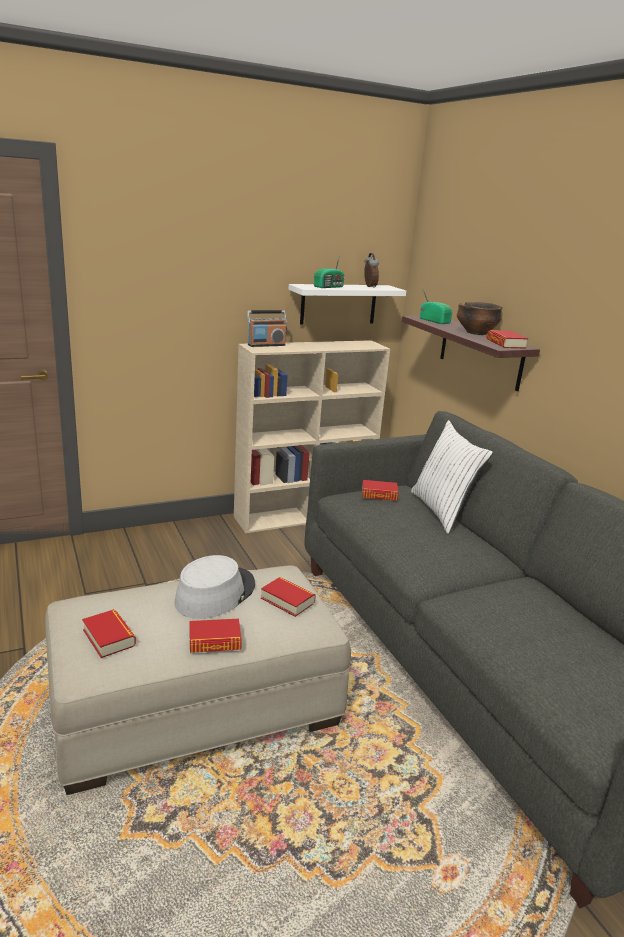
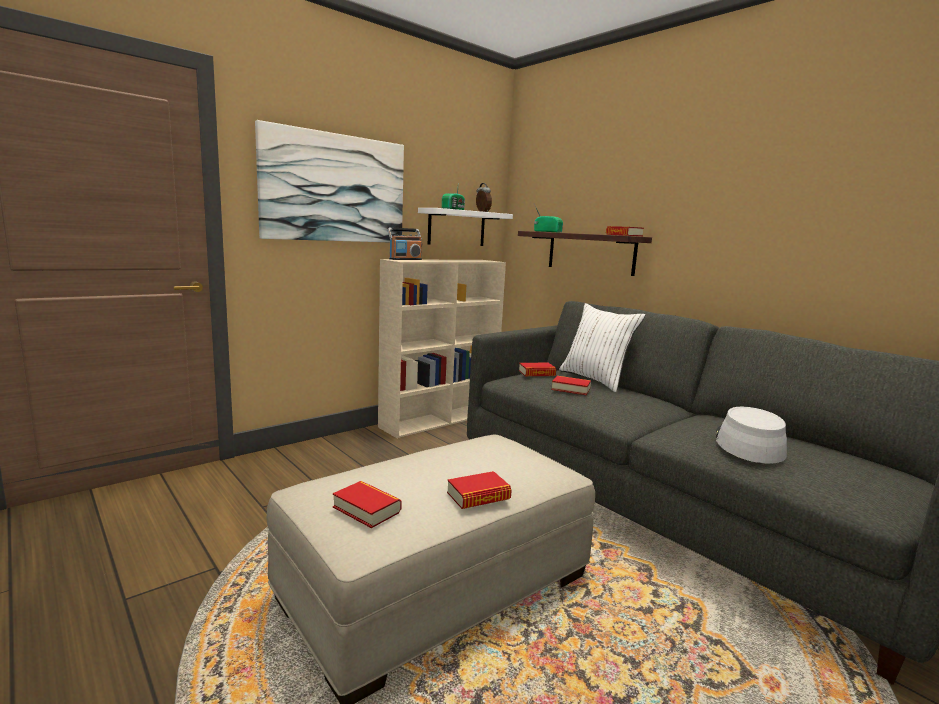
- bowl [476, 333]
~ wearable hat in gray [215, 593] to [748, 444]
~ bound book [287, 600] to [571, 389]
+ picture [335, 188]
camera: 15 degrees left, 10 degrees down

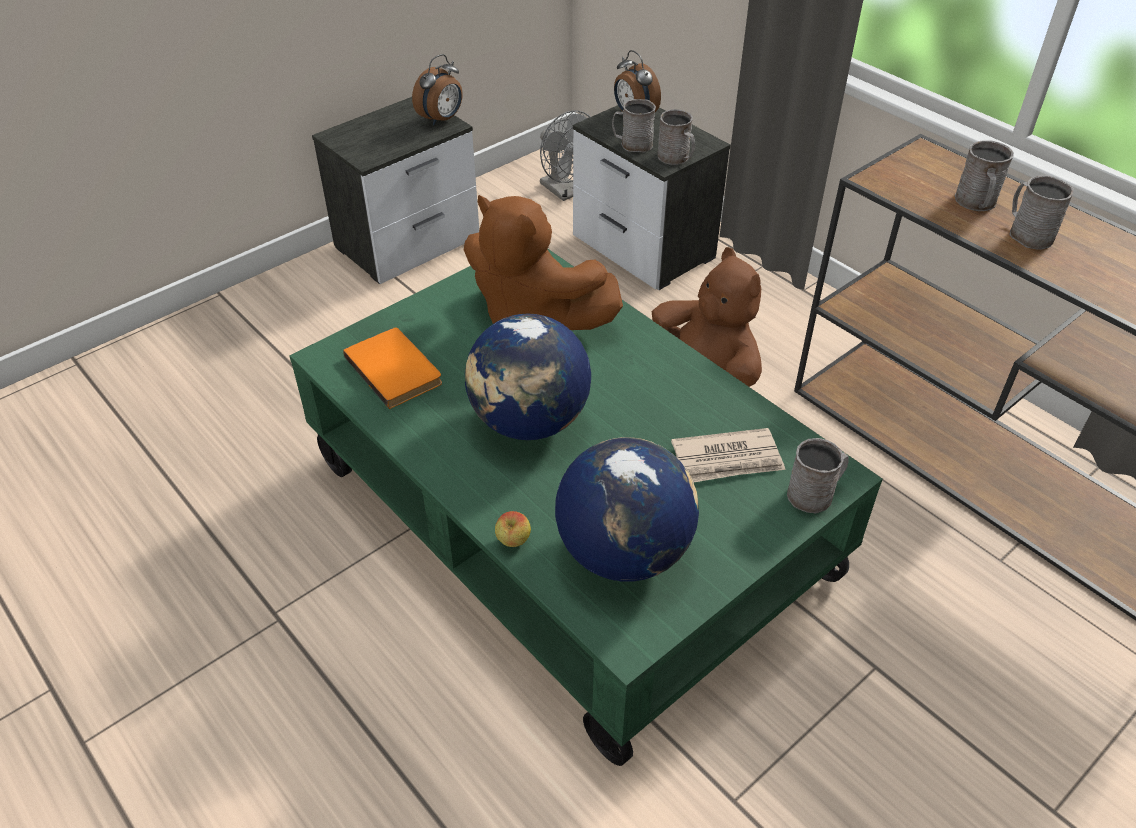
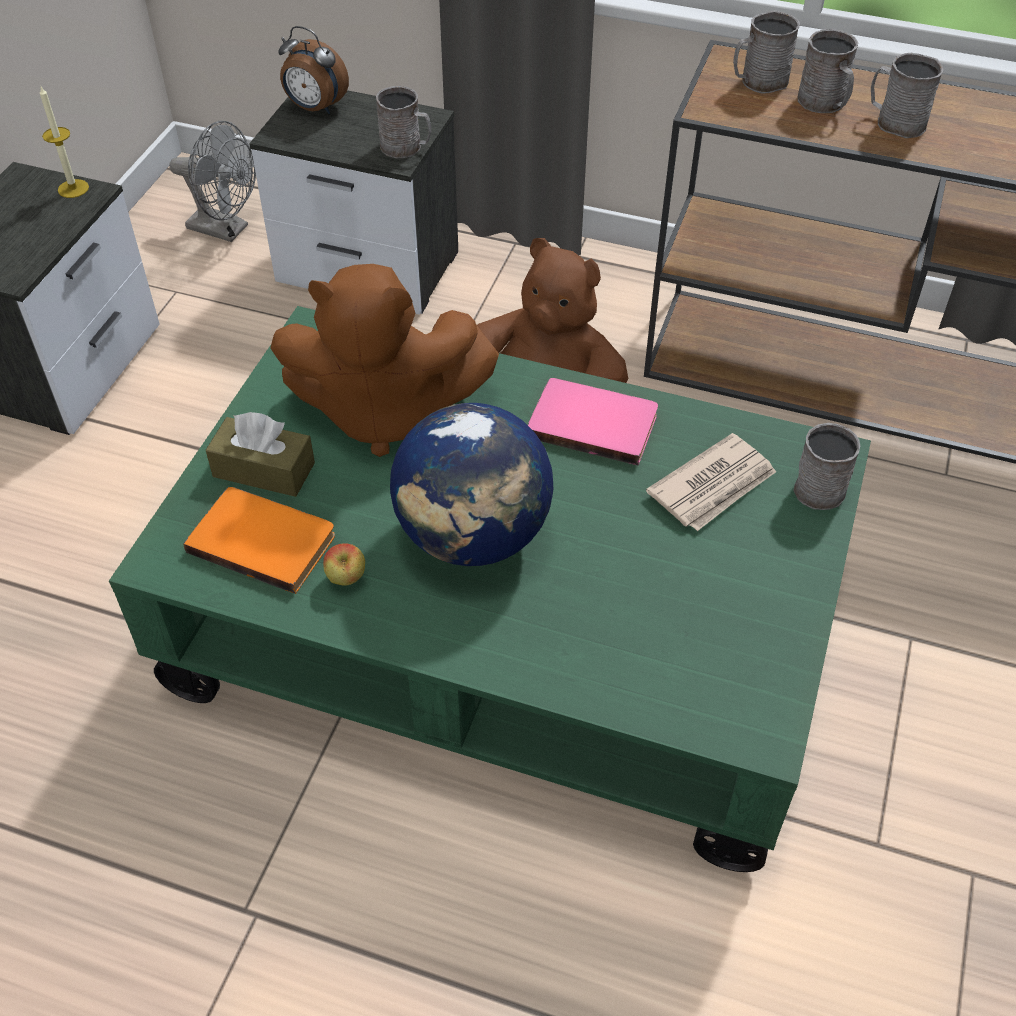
~ table clock [442, 119] to wax light [73, 188]
~ mug in gray [632, 144] to [758, 82]
- globe [624, 552]
~ whole apple [513, 542] to [346, 579]
+ bound book in pink [593, 422]
+ tissue holder in brownish [264, 470]
camera: 30 degrees left, 5 degrees up

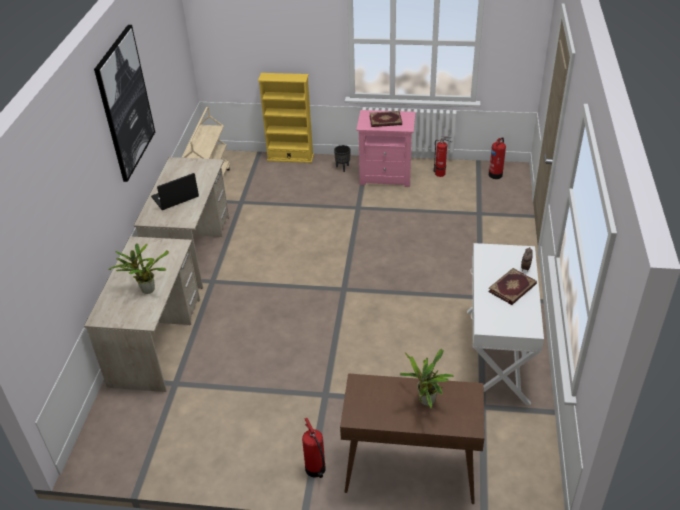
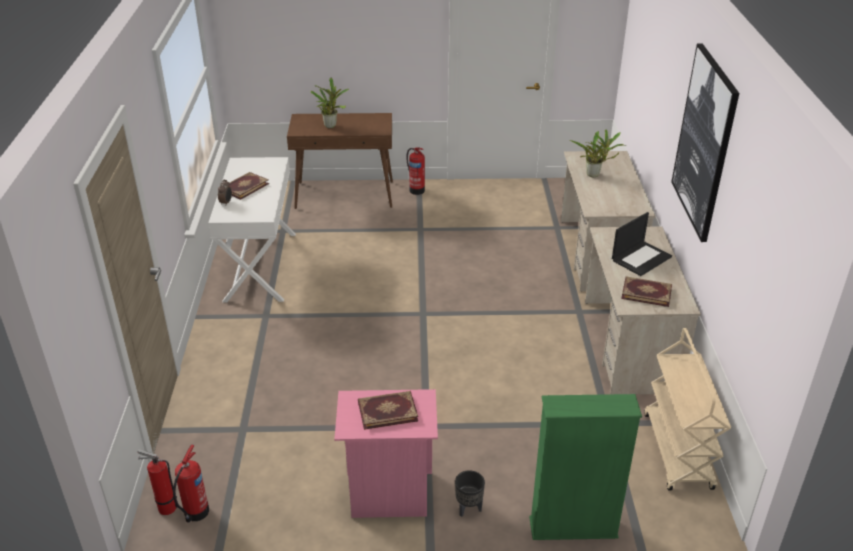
~ bookcase in yellow-coloured [290, 157] to bookcase in greenish [573, 528]
~ extinguisher [441, 174] to [165, 507]
+ bound book [646, 292]
camera: 170 degrees right, 5 degrees down

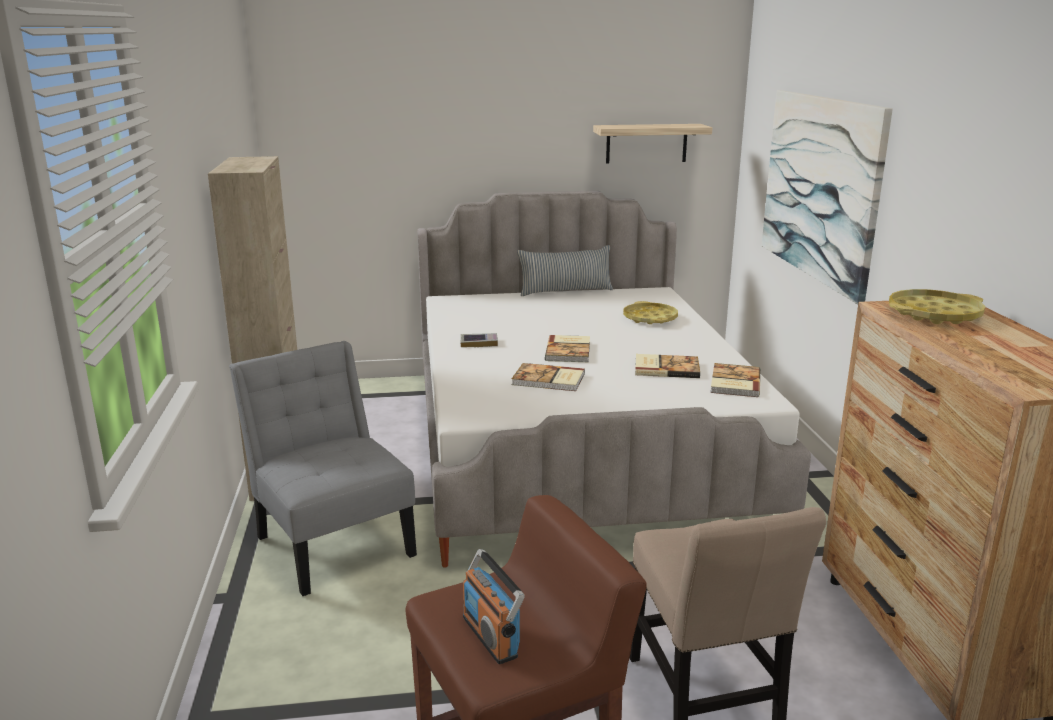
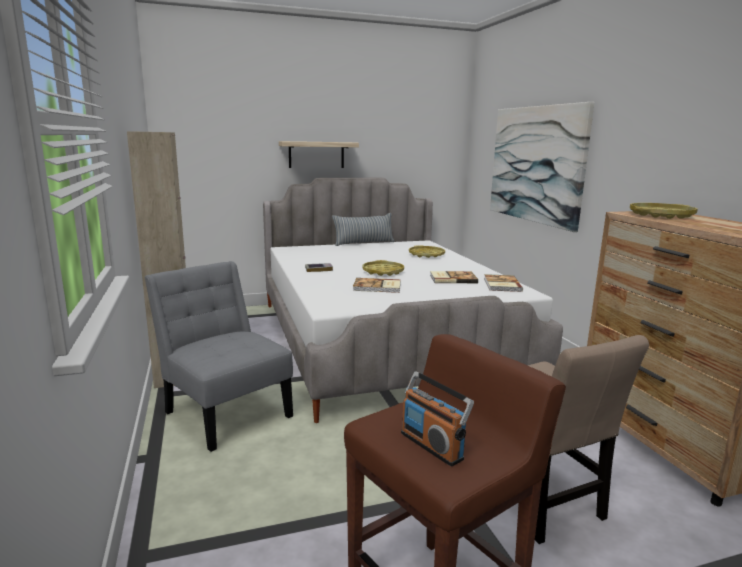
~ shelf [646, 143] to [316, 154]
~ bound book [569, 351] to carrying tray in yellow-coloured [383, 272]
camera: 10 degrees left, 5 degrees down

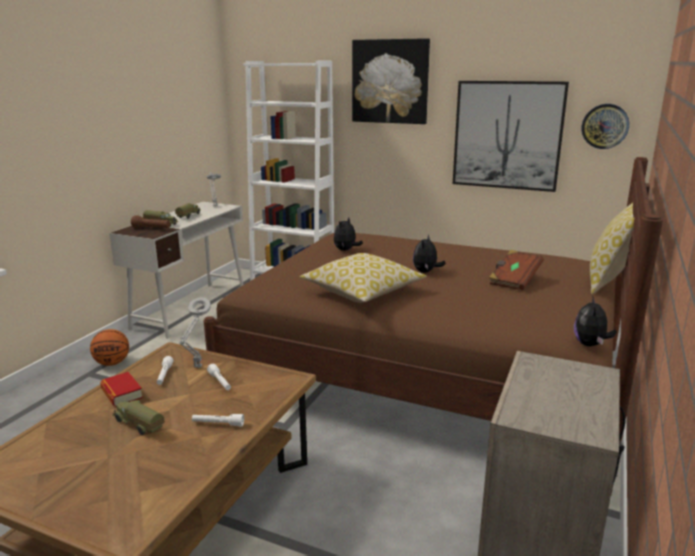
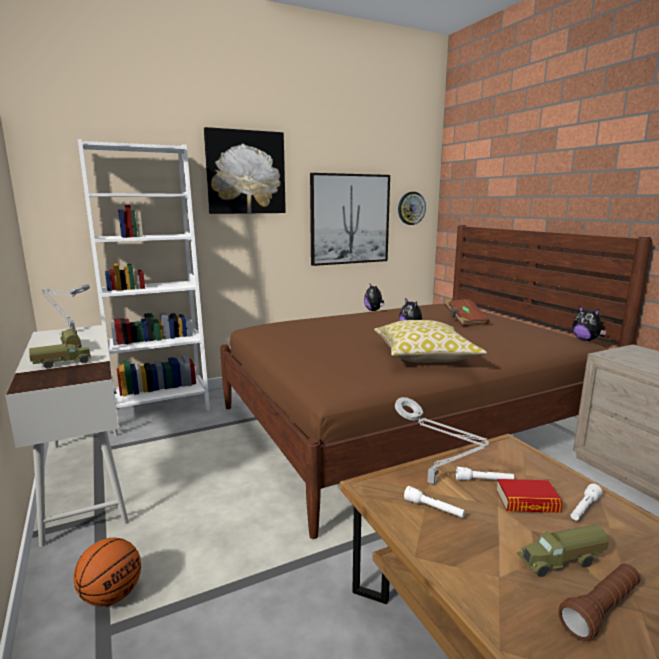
- cushion [609, 282]
~ flashlight in brownish [151, 229] to [600, 610]
~ plush toy [346, 250] to [374, 310]
~ bound book [122, 393] to [527, 502]
camera: 50 degrees left, 5 degrees down

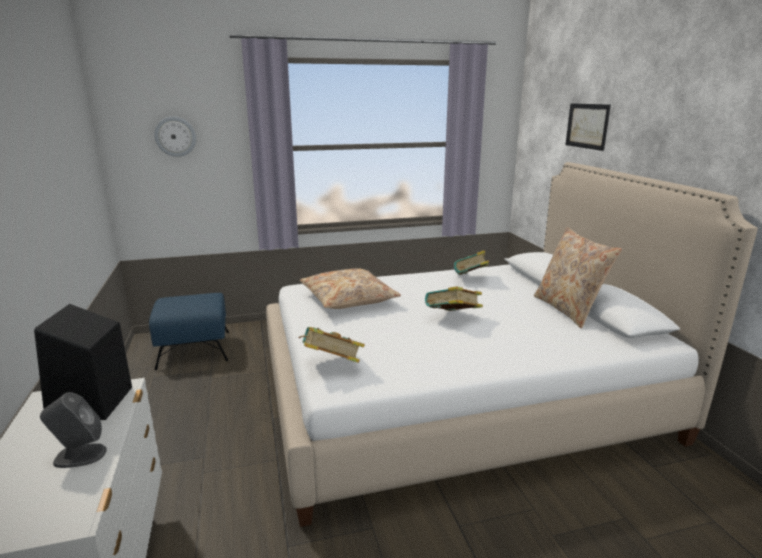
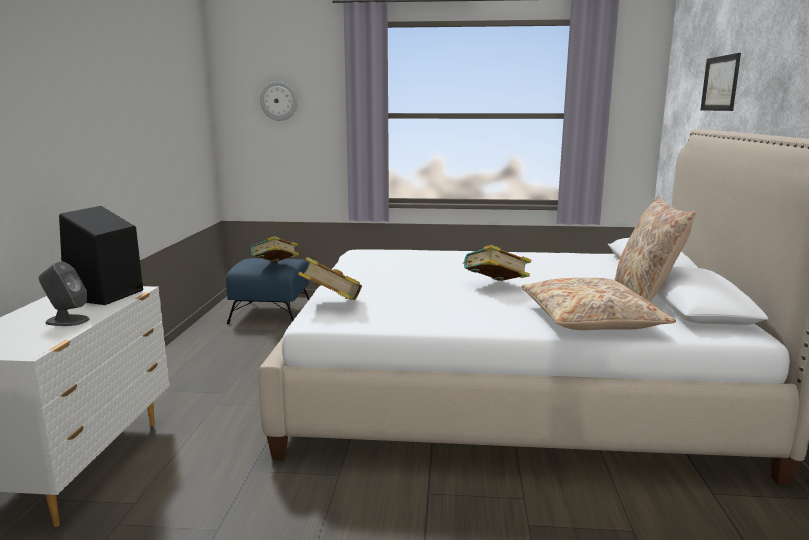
~ bound book [470, 279] to [275, 265]
~ cushion in sand-coloured [348, 299] to [590, 319]
camera: 20 degrees right, 5 degrees down

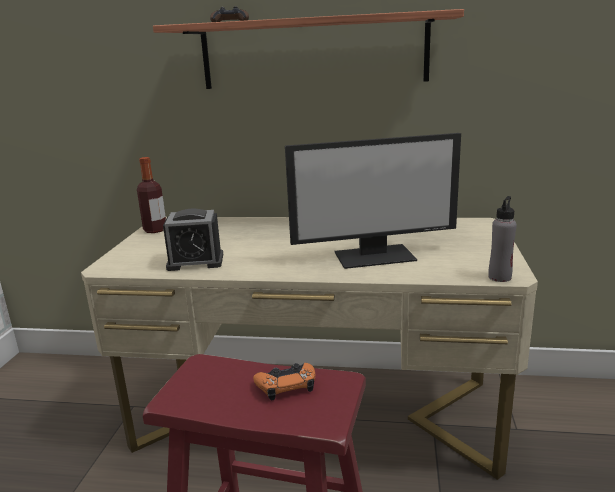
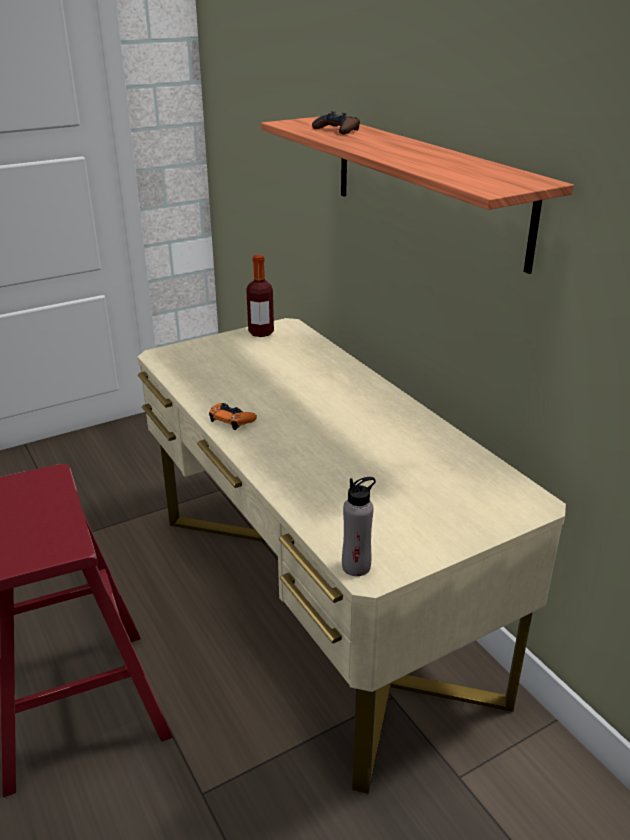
- monitor [375, 255]
- table clock [195, 261]
~ game controller in orange [286, 385] to [231, 420]
camera: 50 degrees right, 10 degrees up

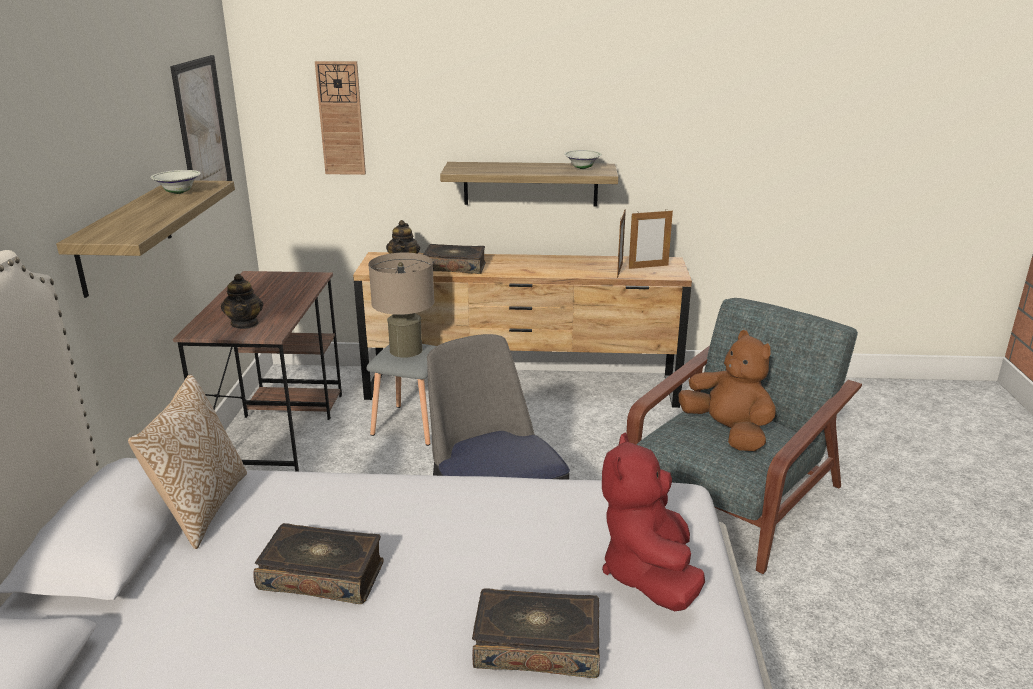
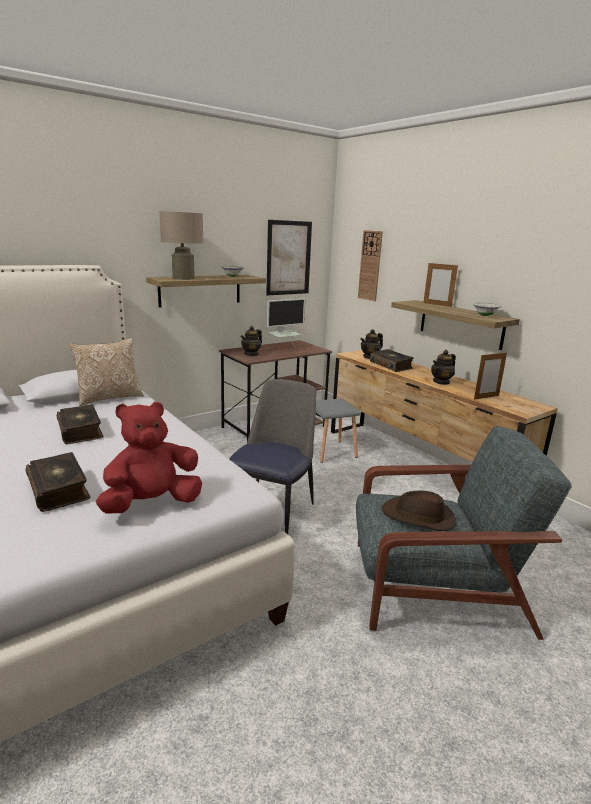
~ picture frame [648, 267] to [437, 304]
~ table lamp in sand-coloured [406, 350] to [183, 278]
~ plush toy in brownish [727, 432] to wearable hat in brownish [418, 517]
+ monitor [283, 348]
+ teapot [441, 382]
camera: 50 degrees right, 5 degrees down

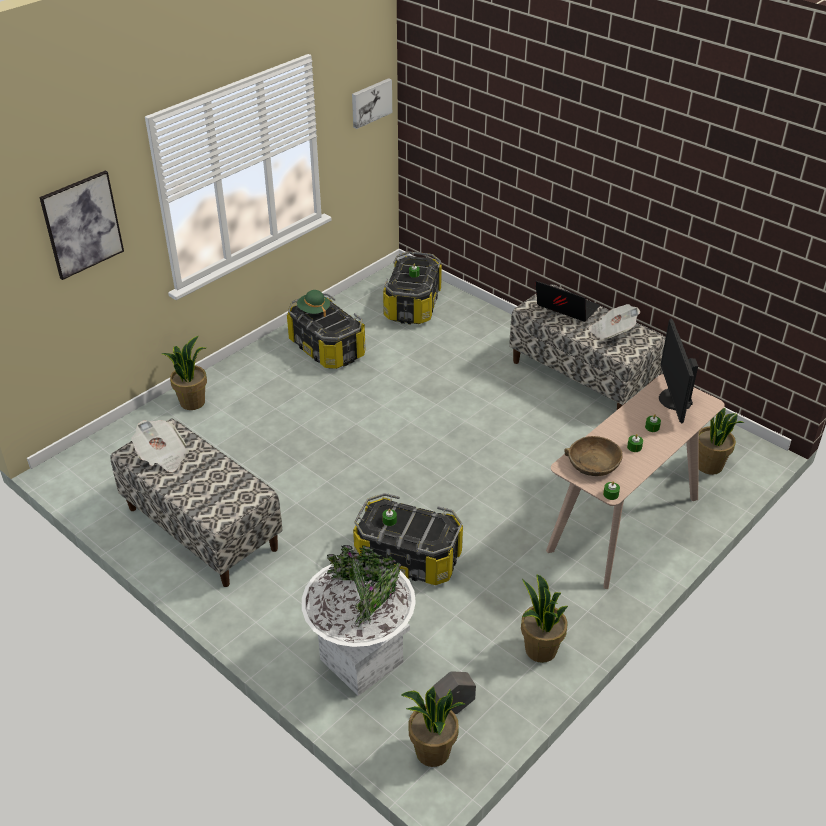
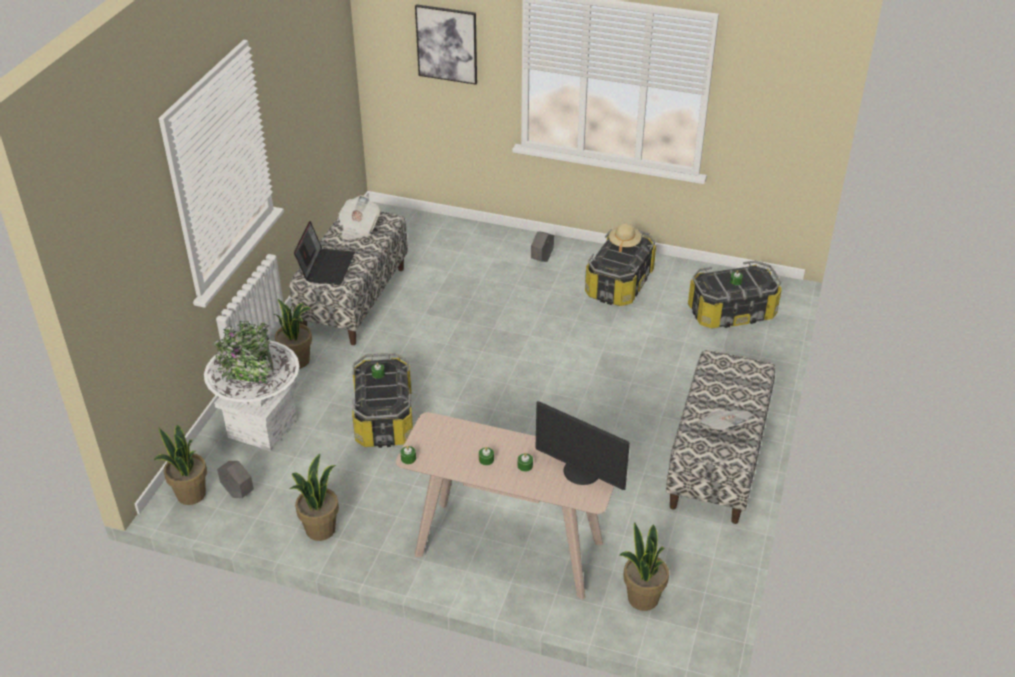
- picture [370, 102]
~ portable computer [565, 308] to [326, 266]
~ wearable hat in greenish [314, 310] to wearable hat in sand-coloured [624, 243]
~ monitor [673, 399] = [581, 472] 120 degrees counterclockwise
~ houseplant [192, 402] to [297, 360]
- bowl in brownish [593, 463]
+ planter in gray [542, 259]
camera: 65 degrees right, 0 degrees up

